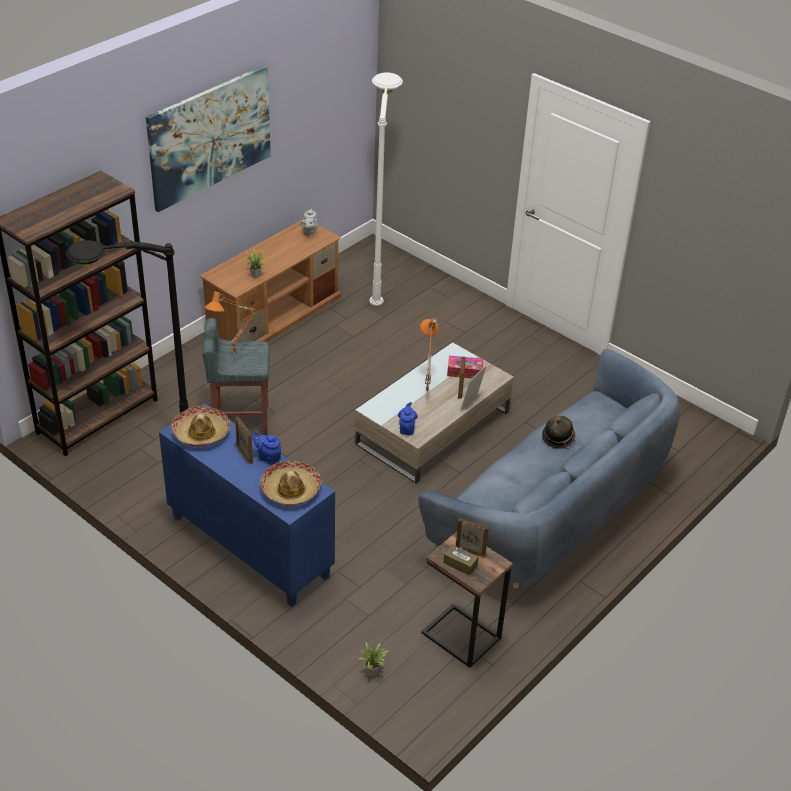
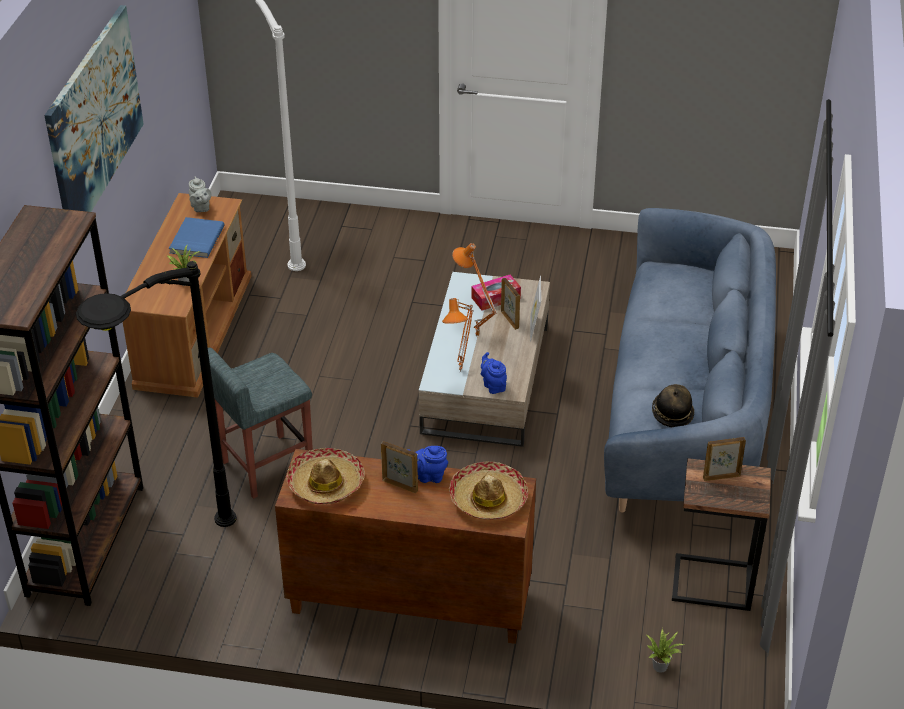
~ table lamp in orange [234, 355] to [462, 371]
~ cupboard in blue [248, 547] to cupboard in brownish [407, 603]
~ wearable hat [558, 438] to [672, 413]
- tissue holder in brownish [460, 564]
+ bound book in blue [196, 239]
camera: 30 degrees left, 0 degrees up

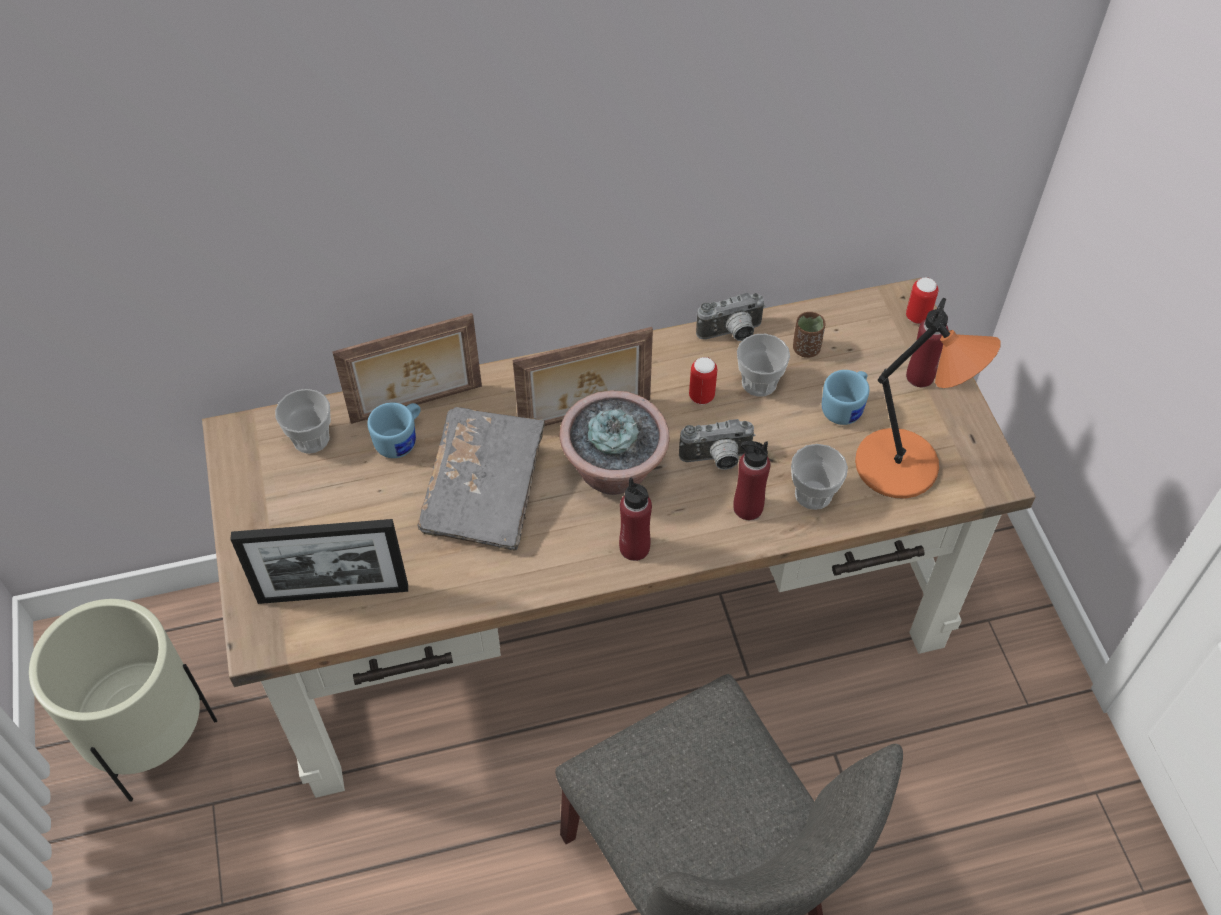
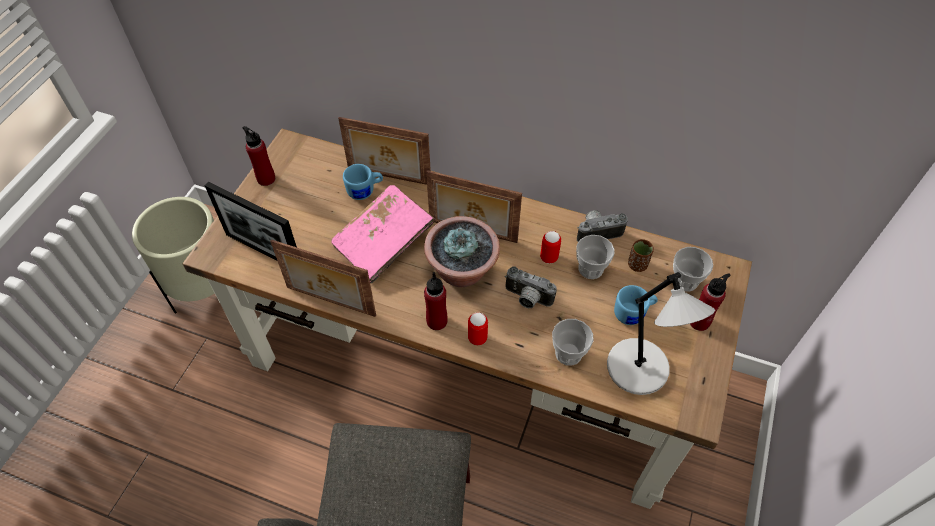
~ metal can [917, 317] to [477, 338]
~ photo camera [731, 334] = [597, 231] 150 degrees clockwise
~ table lamp in orange [901, 467] to table lamp in gray [640, 370]
~ small cup [311, 439] to [685, 281]
~ bound book in gray [485, 491] to bound book in pink [384, 242]
~ beverage bottle in red [747, 507] to [266, 178]
+ picture frame [330, 302]
camera: 35 degrees right, 0 degrees up

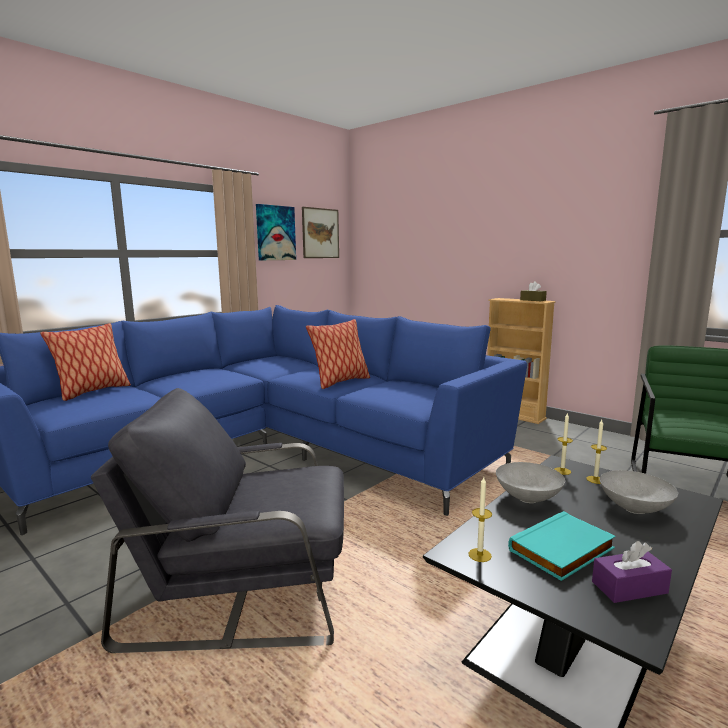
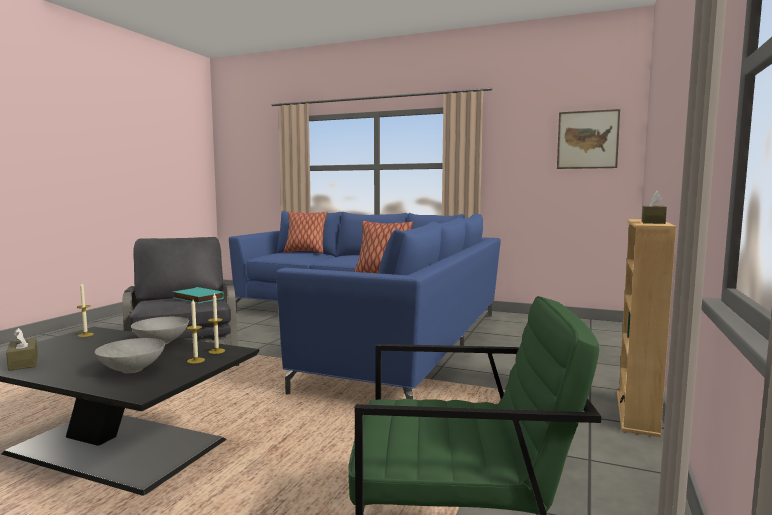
- picture [275, 233]
~ bound book in turquoise-coloured [563, 550] to [196, 298]
~ tissue holder in purple-coloured [629, 587] to tissue holder in brownish [23, 362]
camera: 70 degrees right, 5 degrees down

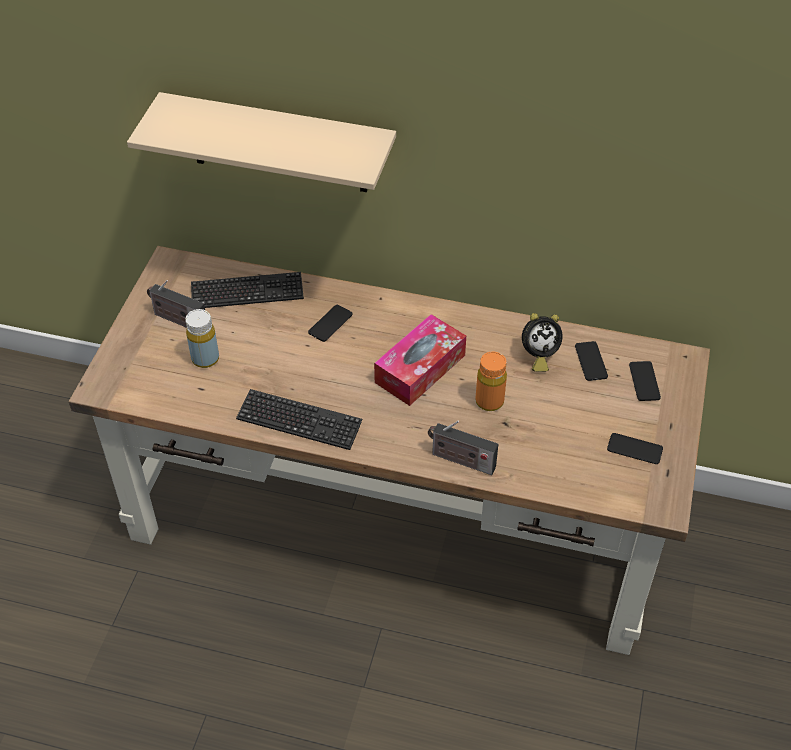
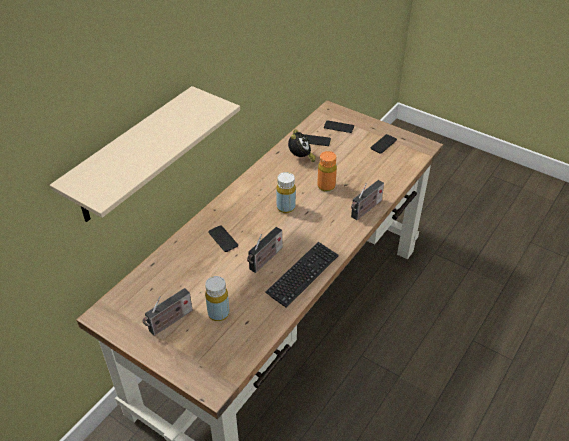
- PC keyboard [247, 292]
~ tissue holder [420, 369] to beverage bottle in yellow-coloured [286, 207]
+ radio set [265, 260]
camera: 70 degrees left, 5 degrees down

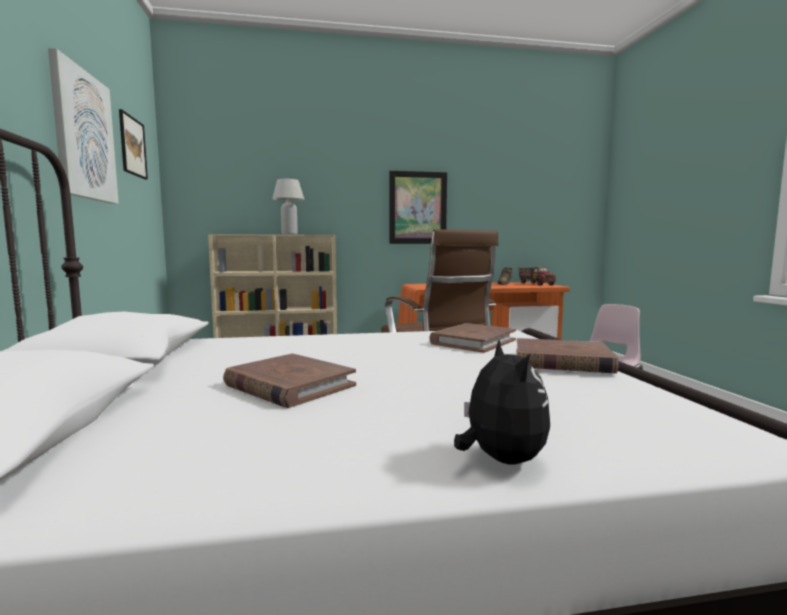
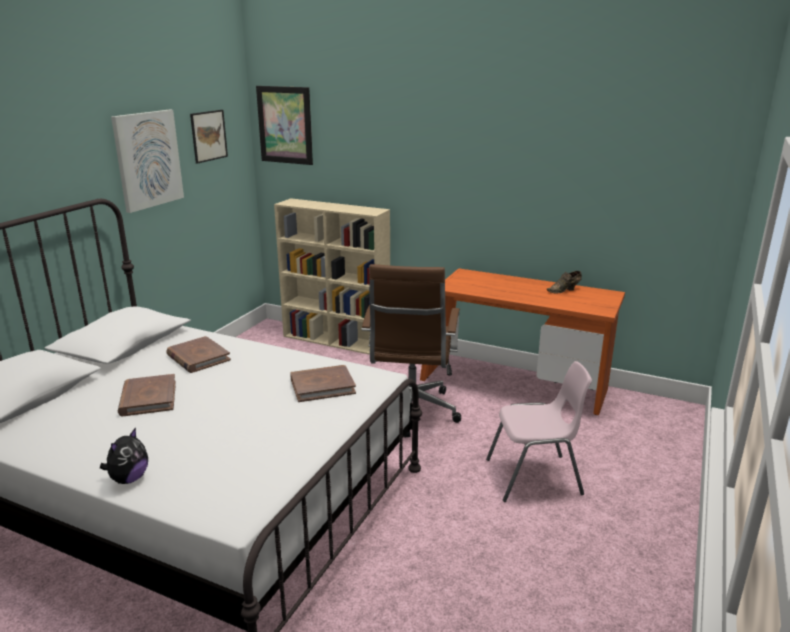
~ picture [418, 208] to [285, 125]
- table lamp in whitish [289, 234]
- toy truck [536, 284]
~ bound book in brownish [562, 361] to [198, 357]
camera: 35 degrees right, 15 degrees up

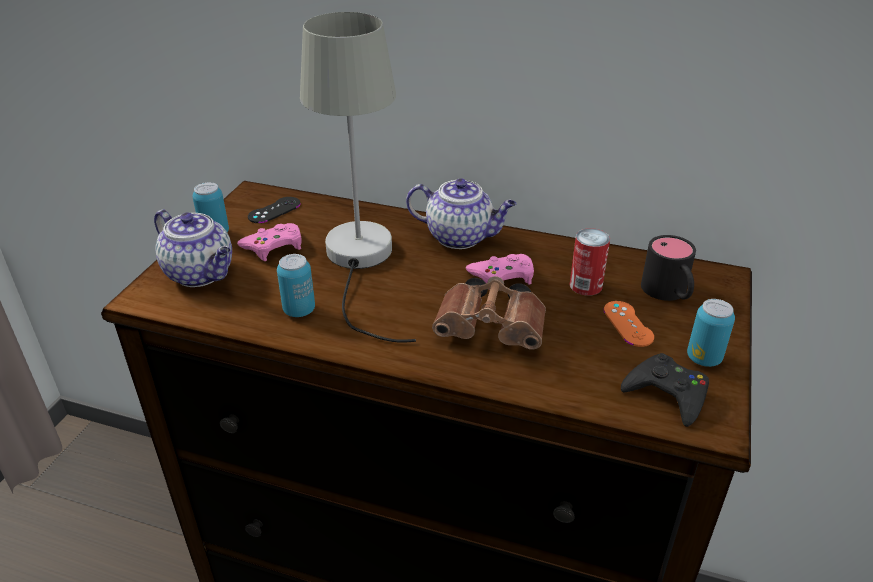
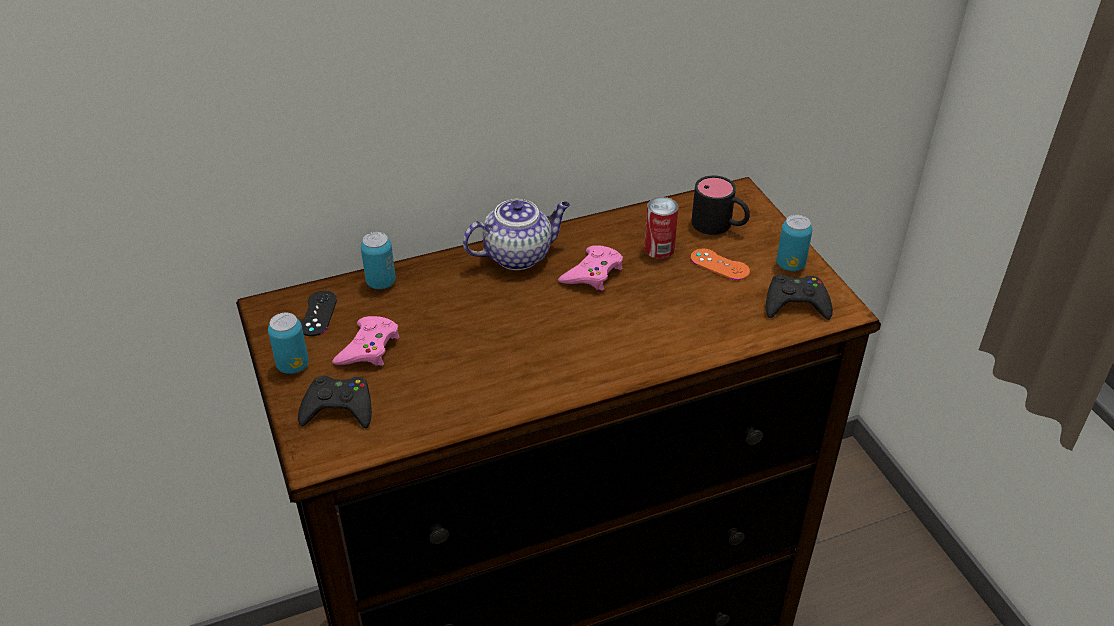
- table lamp in gray [360, 262]
~ teapot [201, 274] to game controller in black [339, 408]
~ metal can [299, 310] to [381, 282]
- pair of binoculars in brownish [493, 331]
camera: 40 degrees left, 5 degrees up

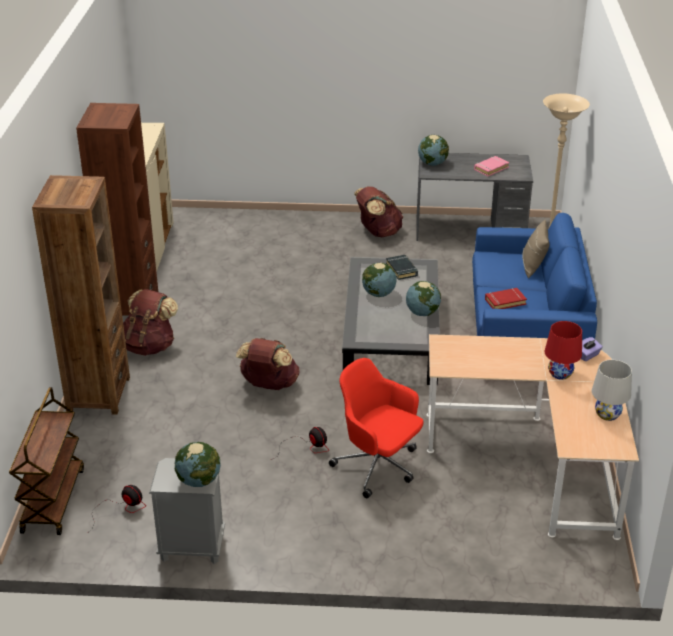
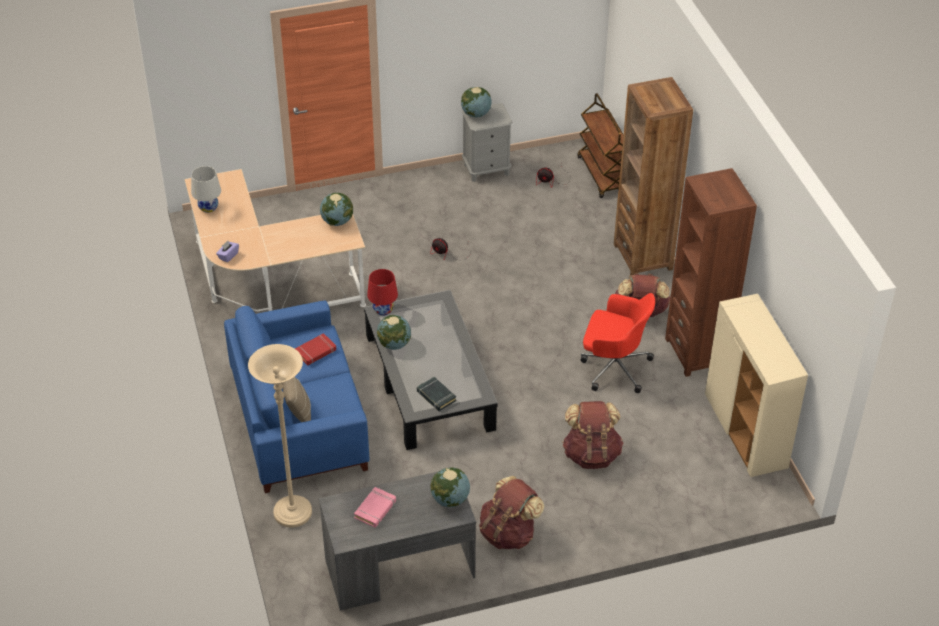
~ globe [378, 294] to [337, 221]
~ table lamp in red [560, 373] to [383, 310]
~ rucksack in brownish [269, 385] to [591, 454]
~ computer chair in red [378, 466] to [613, 367]
camera: 160 degrees right, 10 degrees up

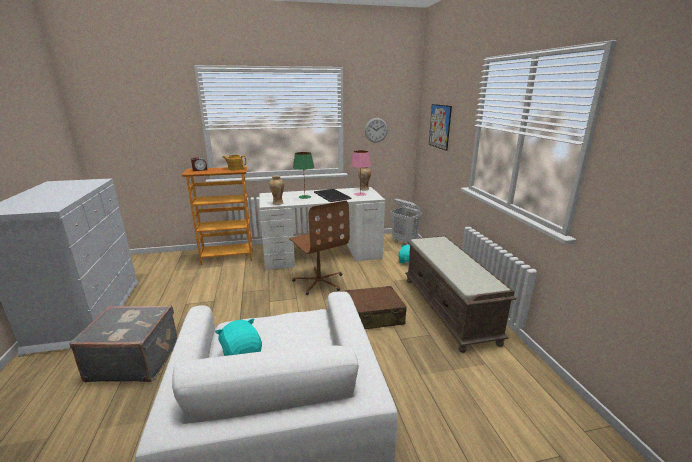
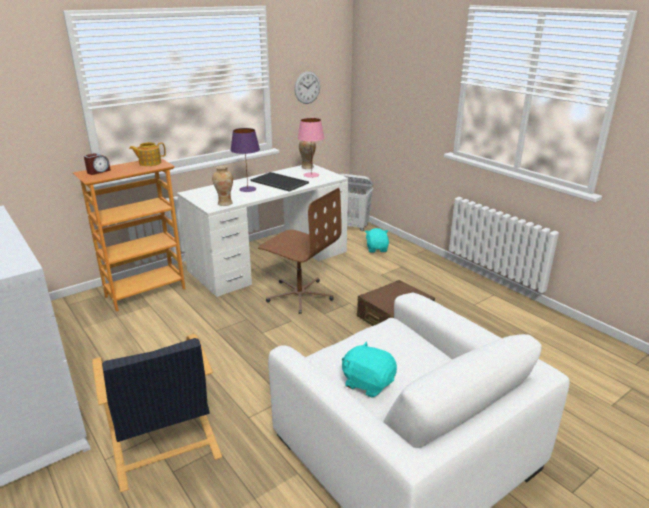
- picture [439, 126]
~ table lamp in greenish [304, 197] to table lamp in purple-coloured [247, 189]
- indoor bench in brownish [449, 309]
~ piece of luggage in gray [135, 360] to easy chair in black [164, 447]
camera: 25 degrees left, 5 degrees up

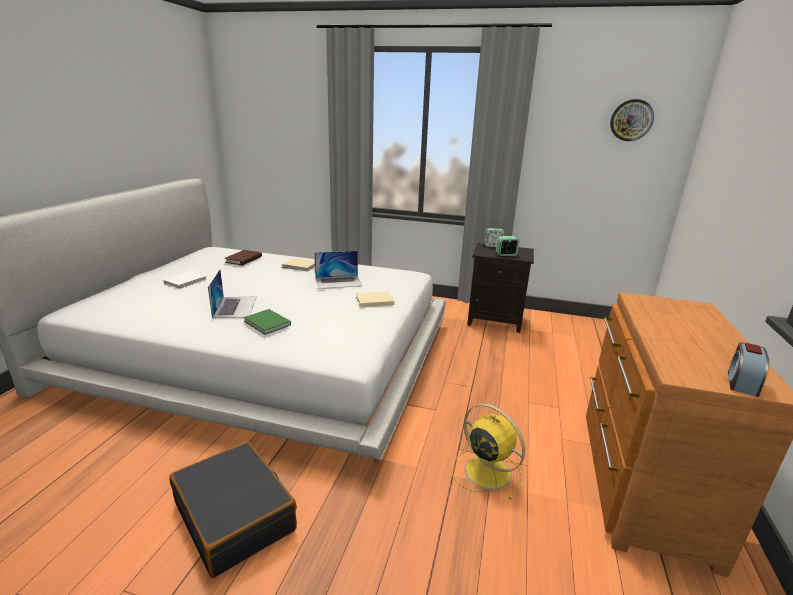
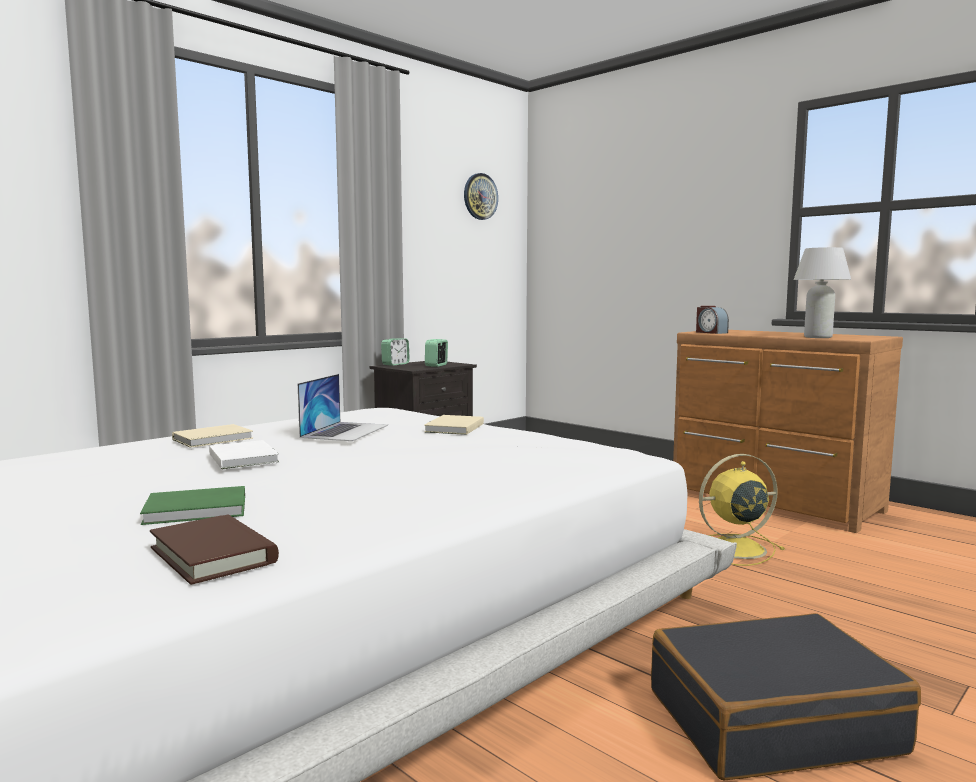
~ bound book in brownish [244, 259] to [213, 555]
- portable computer [235, 307]
~ bound book in whitish [187, 281] to [244, 458]
~ bound book in greenish [267, 324] to [199, 510]
~ table clock [741, 383] to [710, 332]
+ table lamp in whitish [818, 337]
camera: 60 degrees left, 15 degrees down

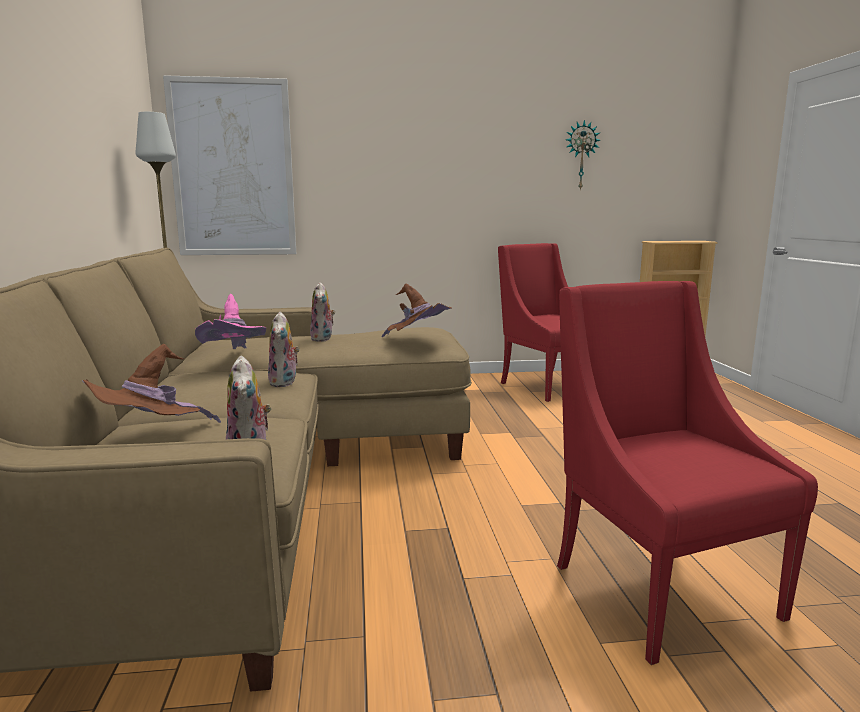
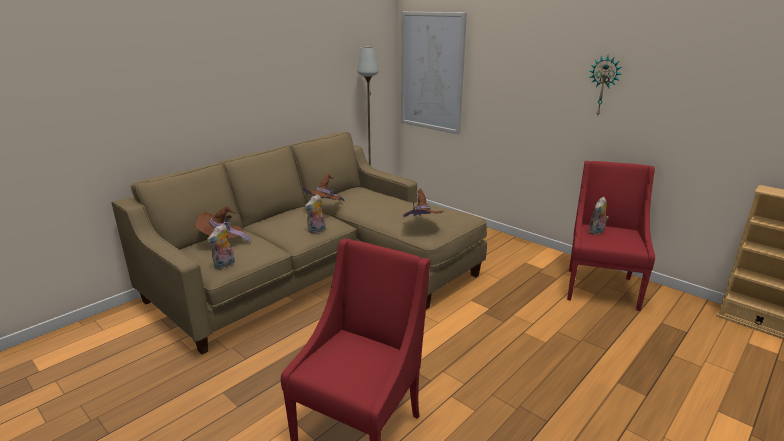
~ hanging clock [581, 155] to [603, 86]
~ plush toy [323, 339] to [596, 232]
~ wearable hat in pink [234, 359] to wearable hat in brownish [324, 207]
camera: 50 degrees right, 10 degrees up

